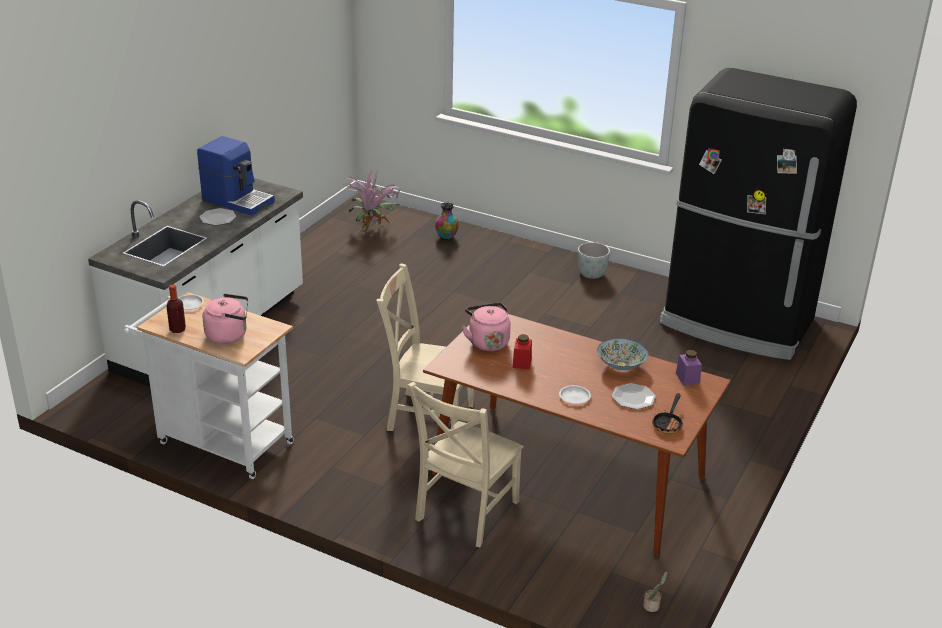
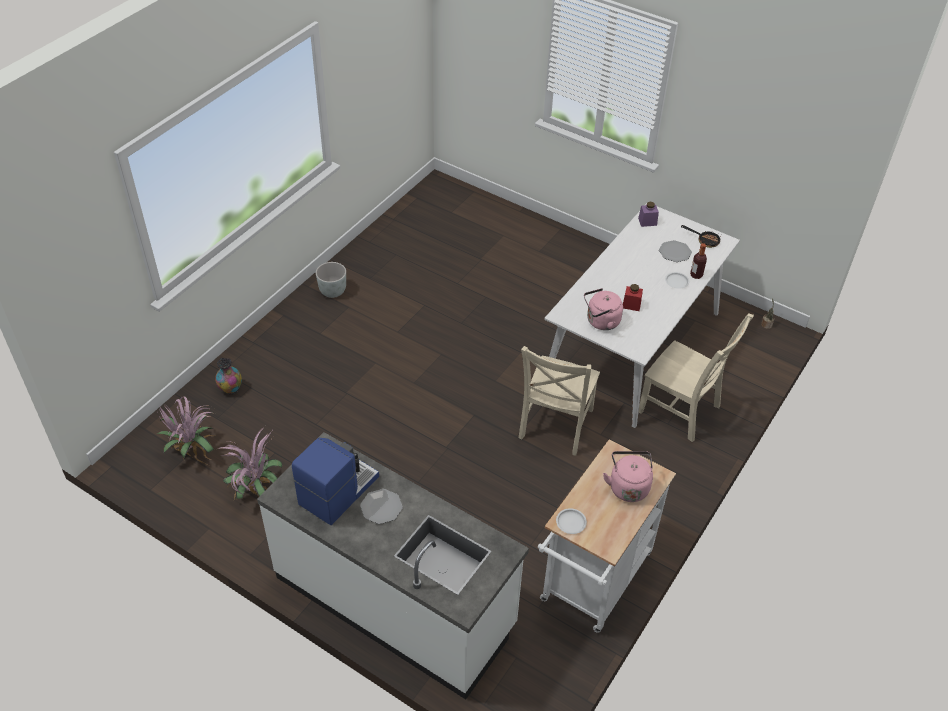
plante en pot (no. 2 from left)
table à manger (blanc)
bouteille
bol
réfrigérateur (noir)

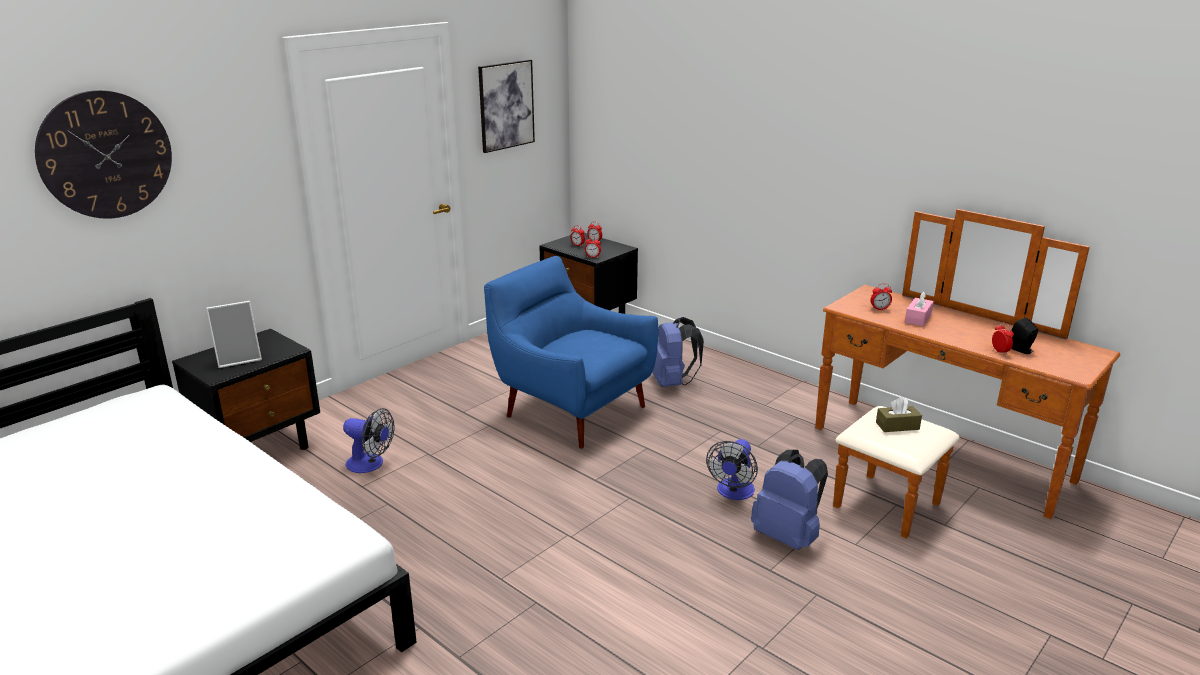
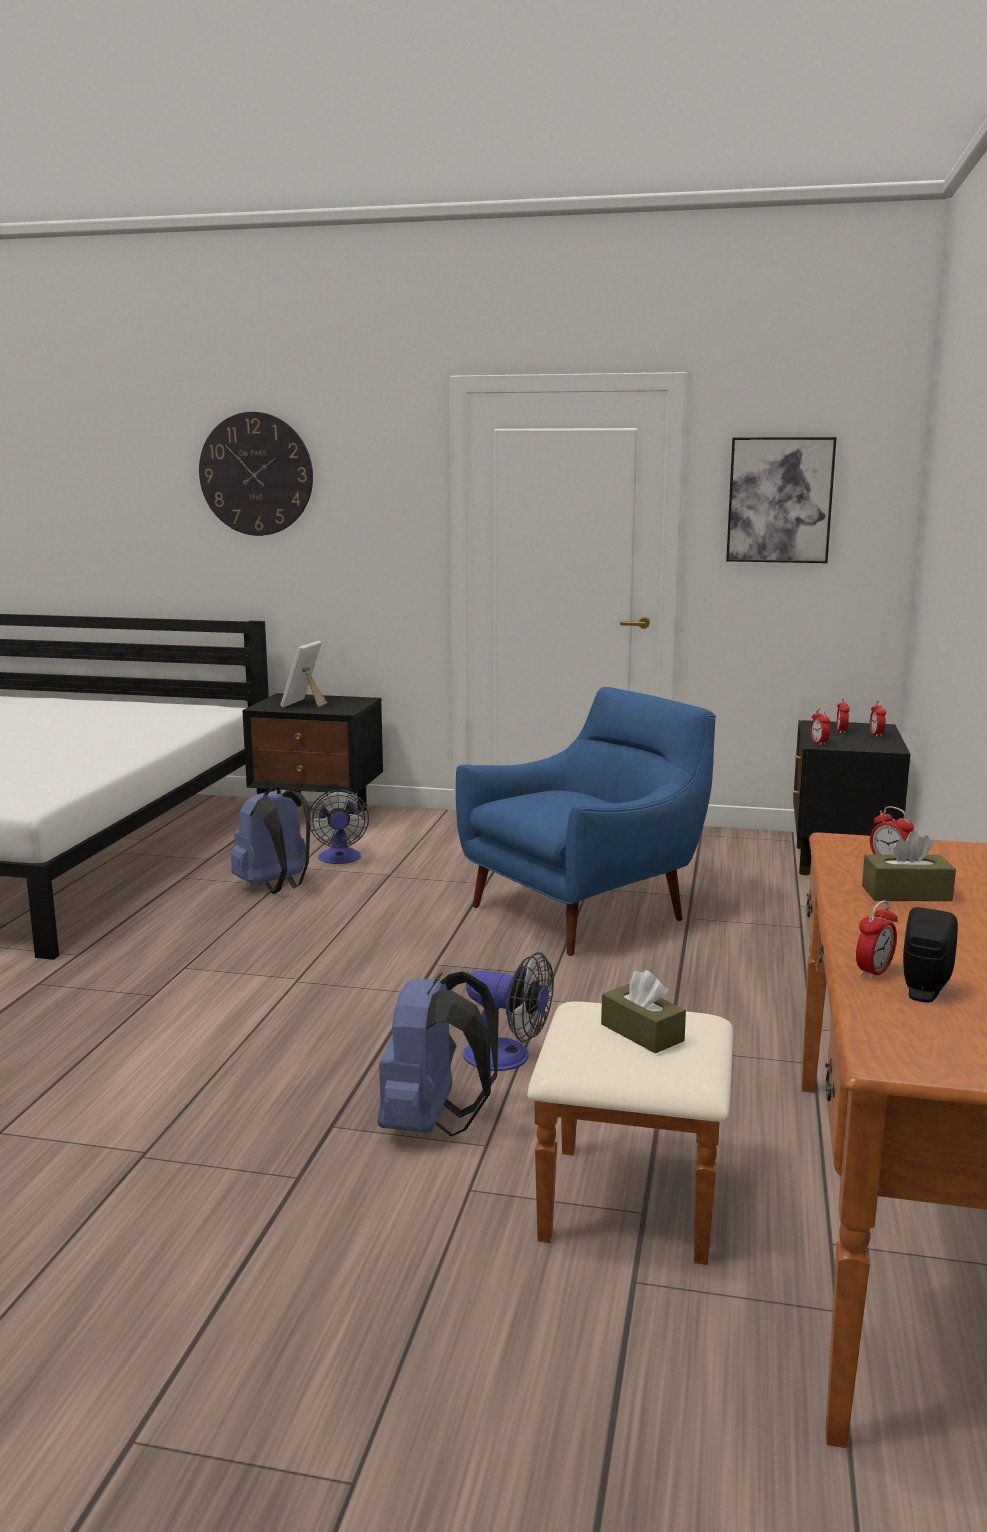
sac à dos (bleu) (no. 1 from left)
cadre photo
fauteuil (bleu)
ventilateur (no. 2 from left)
boîte à mouchoirs (marron) (no. 2 from left)

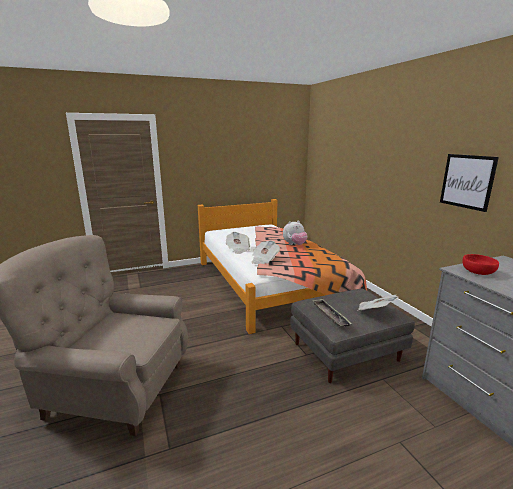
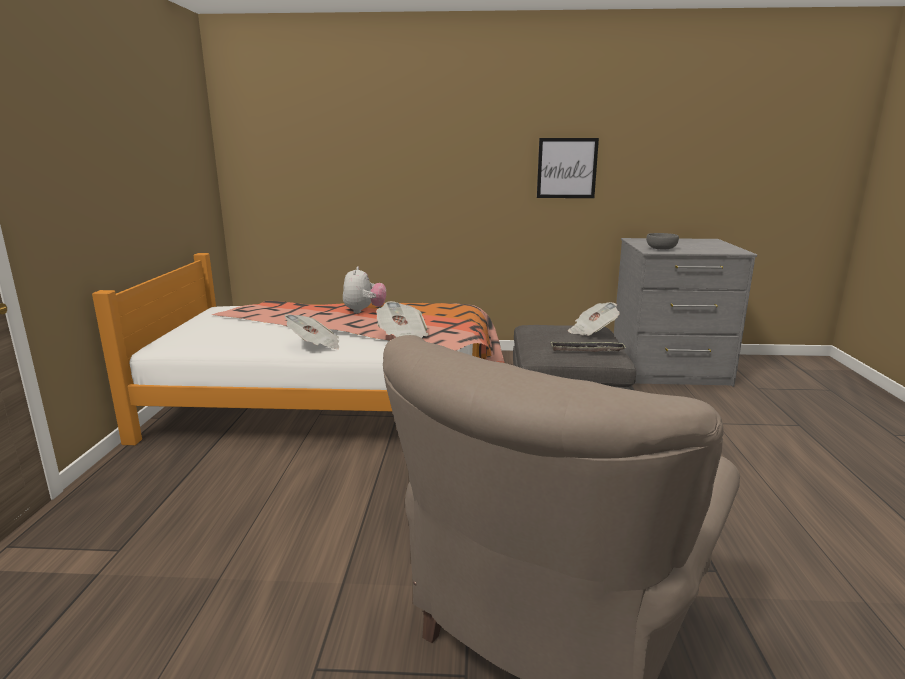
bol (gris)

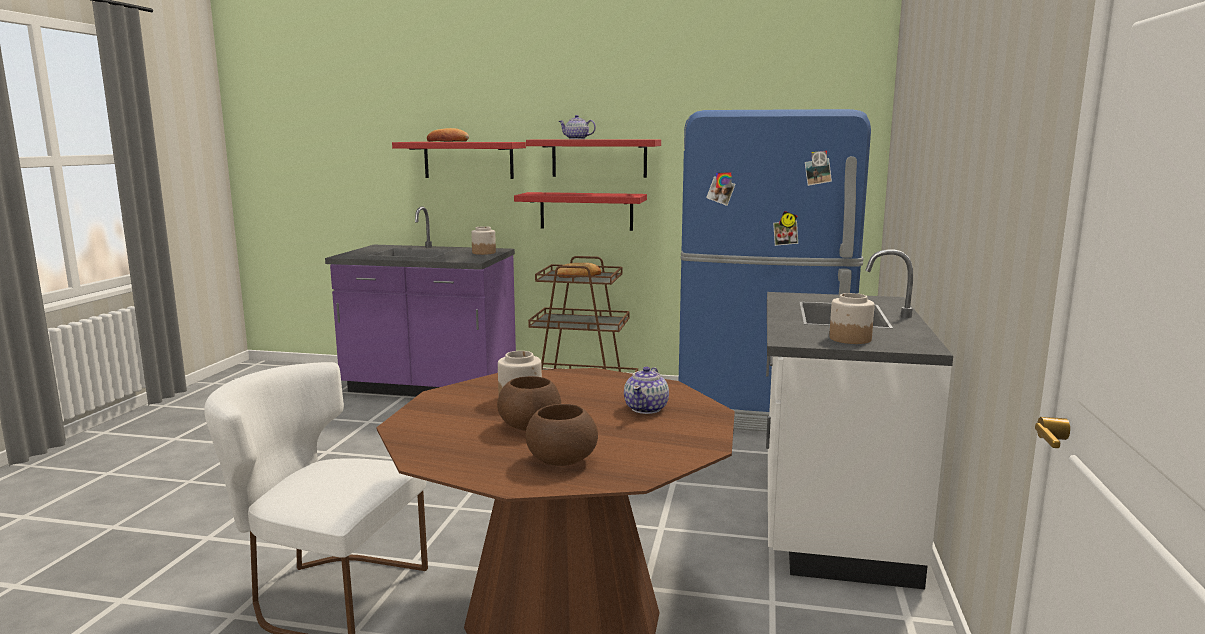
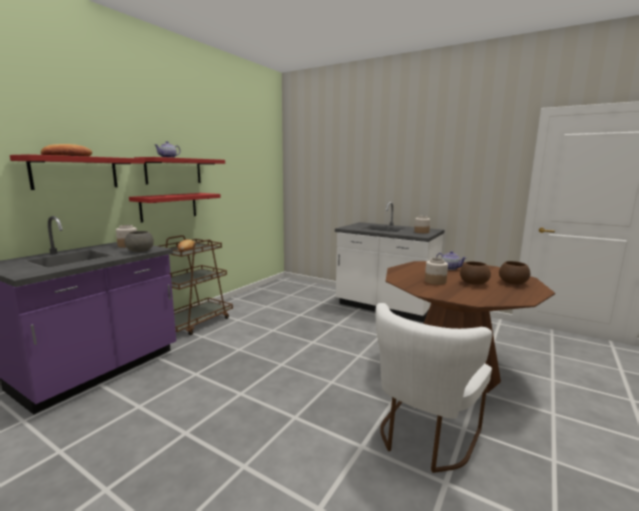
bol (gris)
réfrigérateur (bleu)

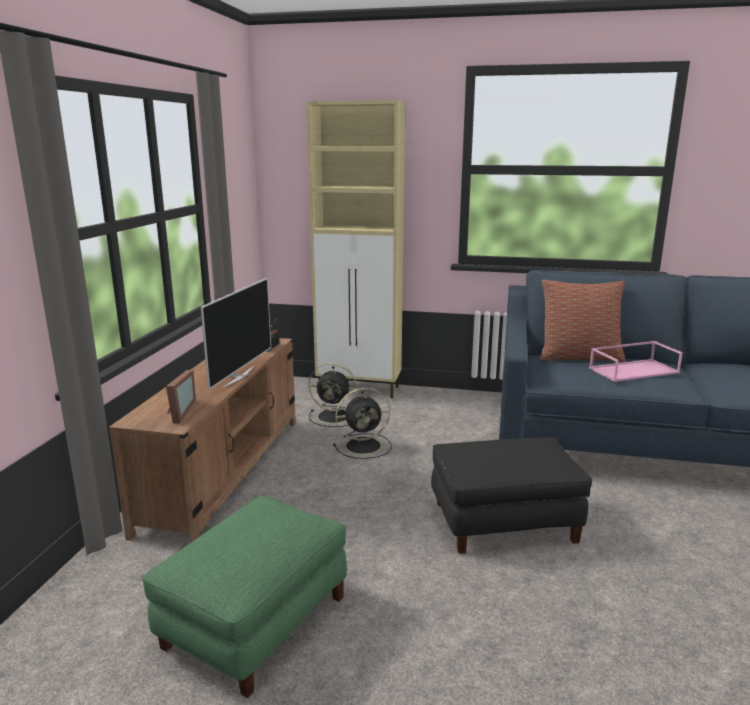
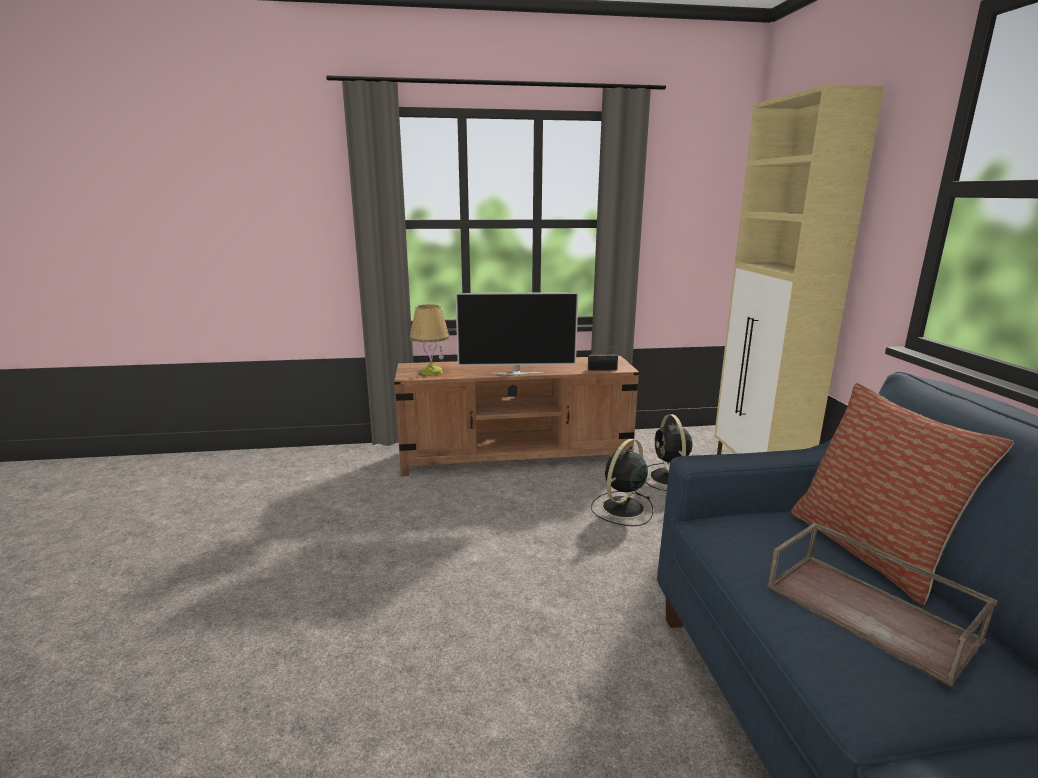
lampe de table
ventilateur (noir) (no. 1 from left)
plateau (marron)
pouf (vert)
pouf (noir)

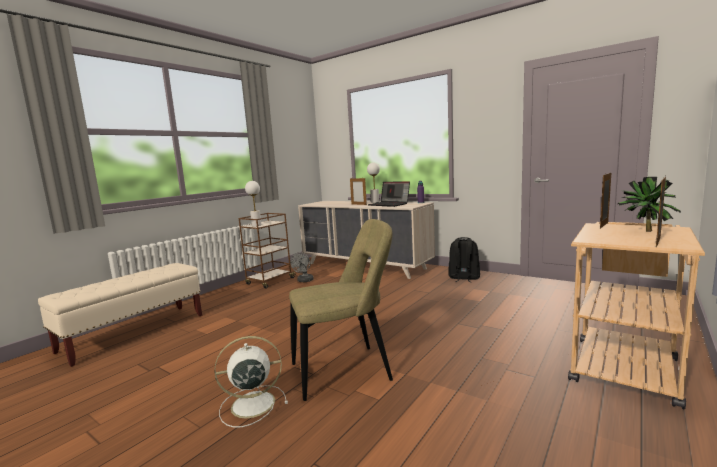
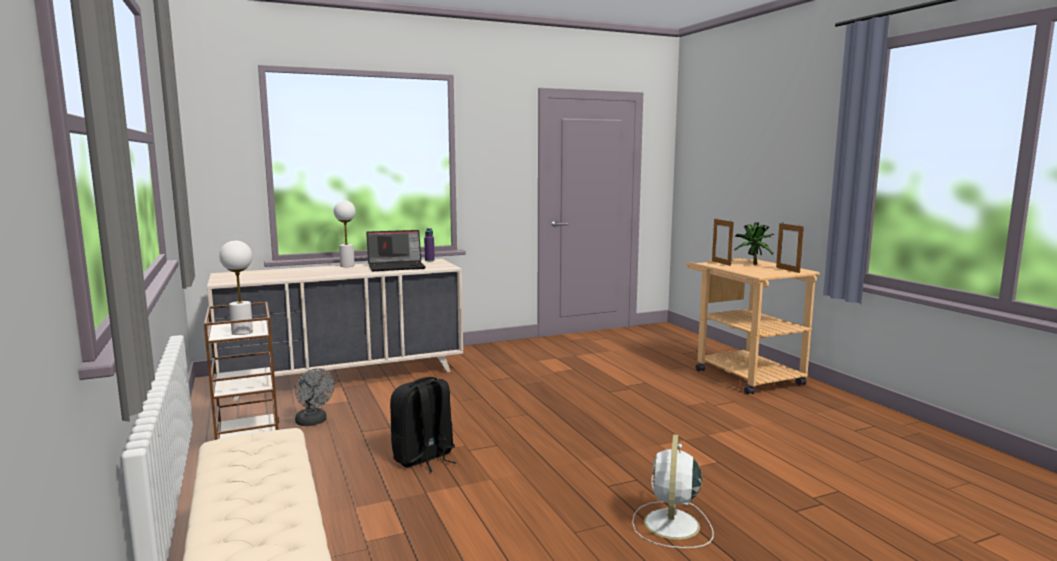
sac à dos (noir)
chaise (beige)
cadre photo (no. 1 from left in the first image)

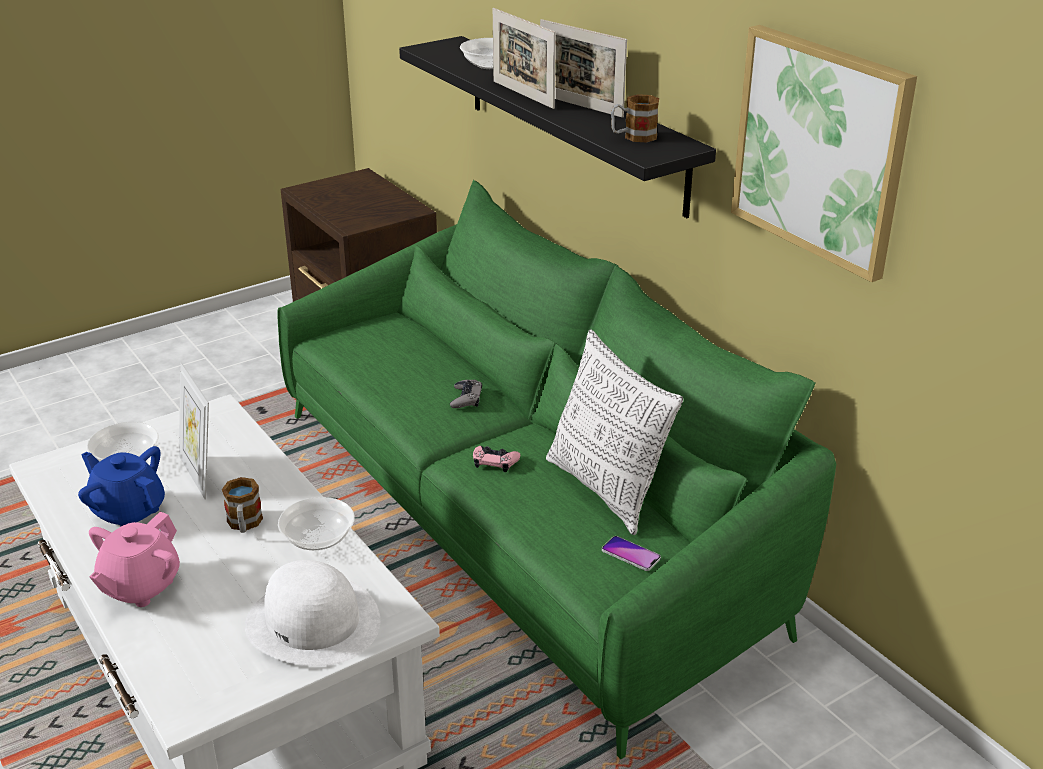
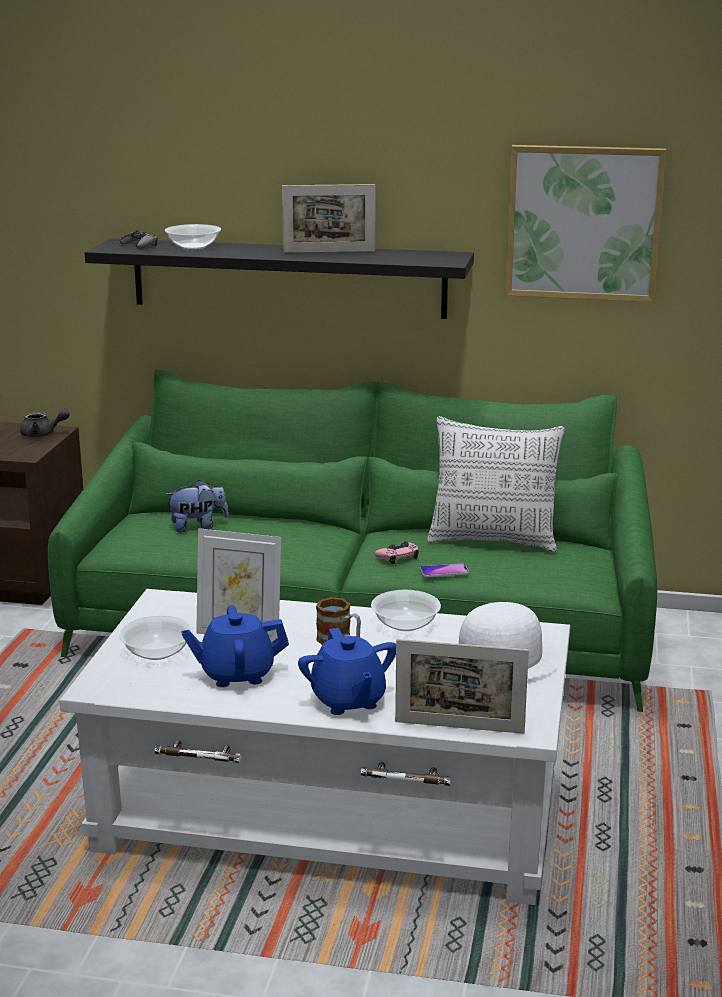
théière (gris)
manette (gris)
peluche
théière (bleu) (no. 2 from left)
cadre photo (no. 3 from left)
téléphone
mug (no. 2 from left in the first image)

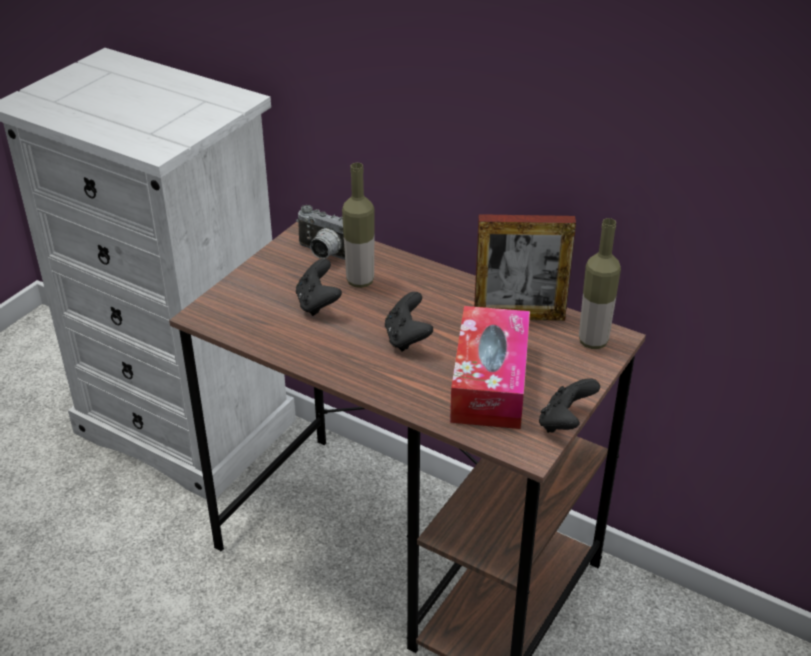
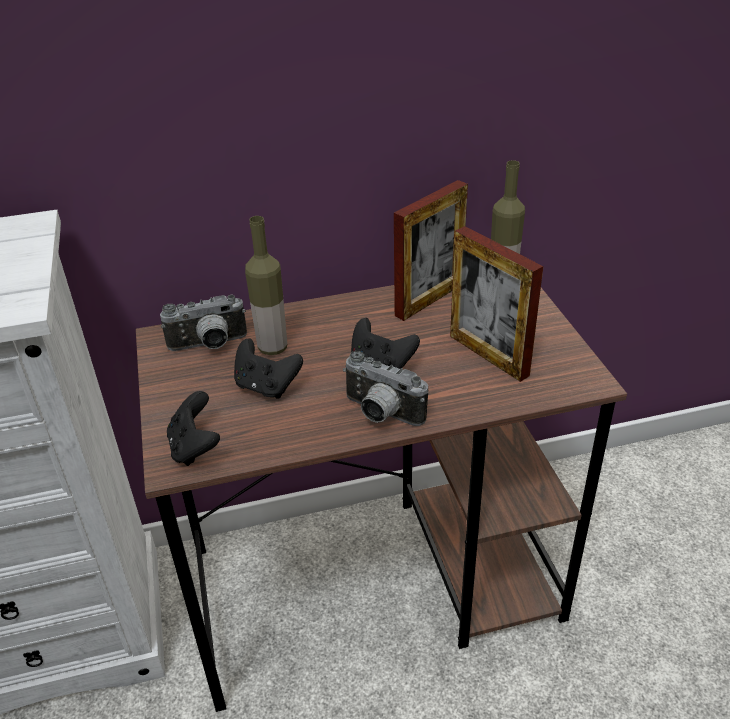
manette (noir) (no. 1 from left)
appareil photo (no. 2 from left)
cadre photo (no. 2 from left)

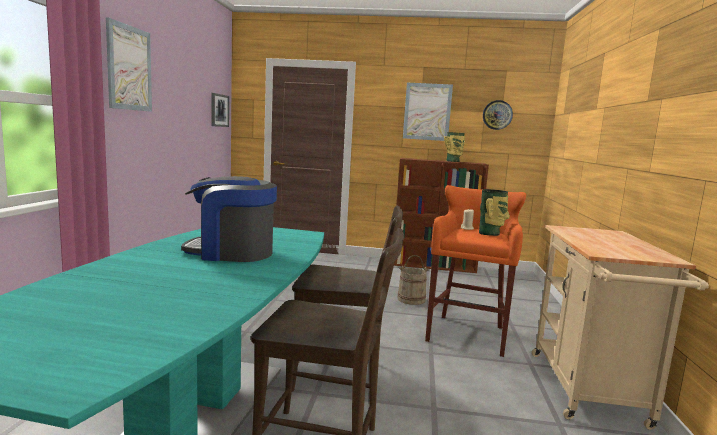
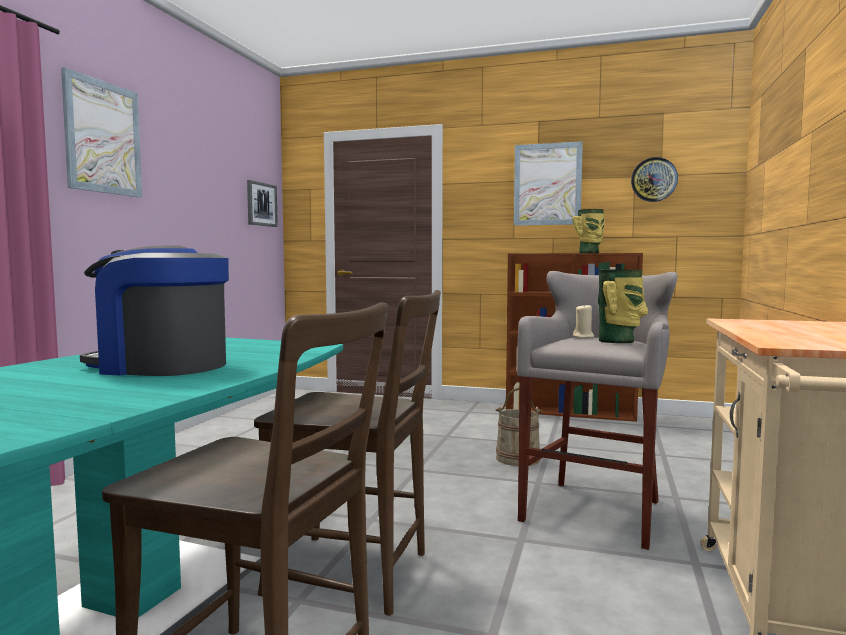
tabouret (gris)

